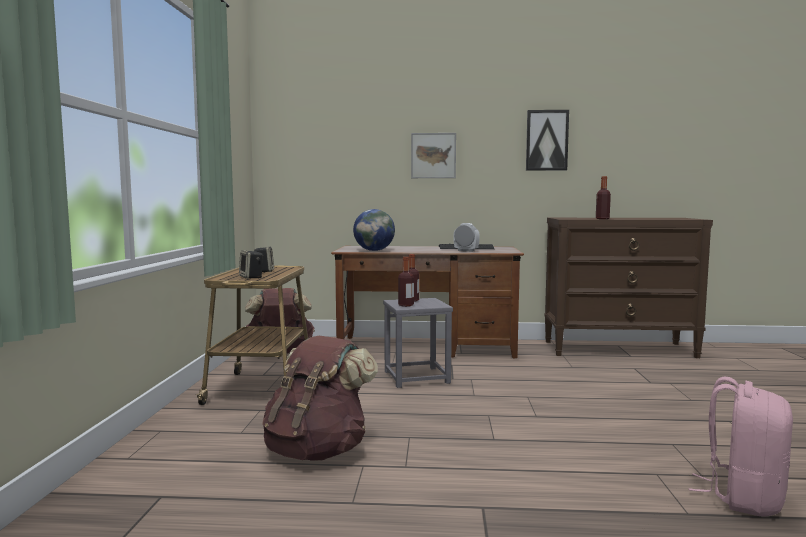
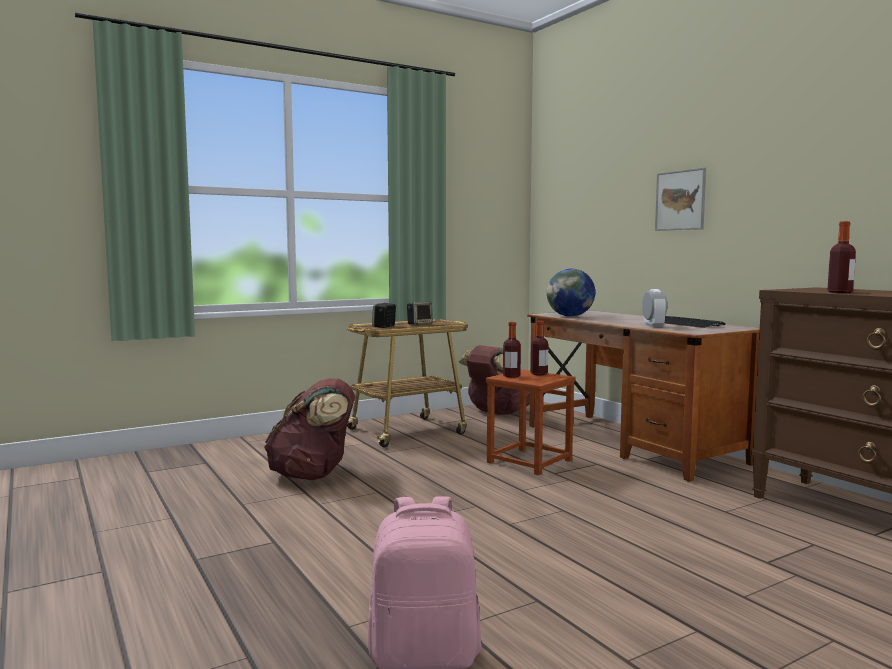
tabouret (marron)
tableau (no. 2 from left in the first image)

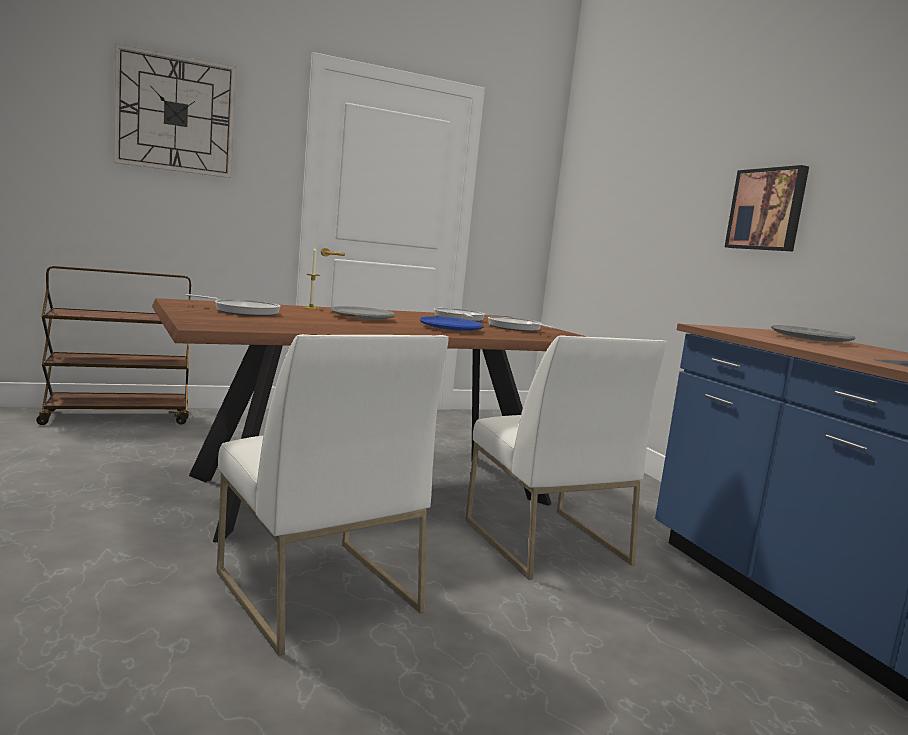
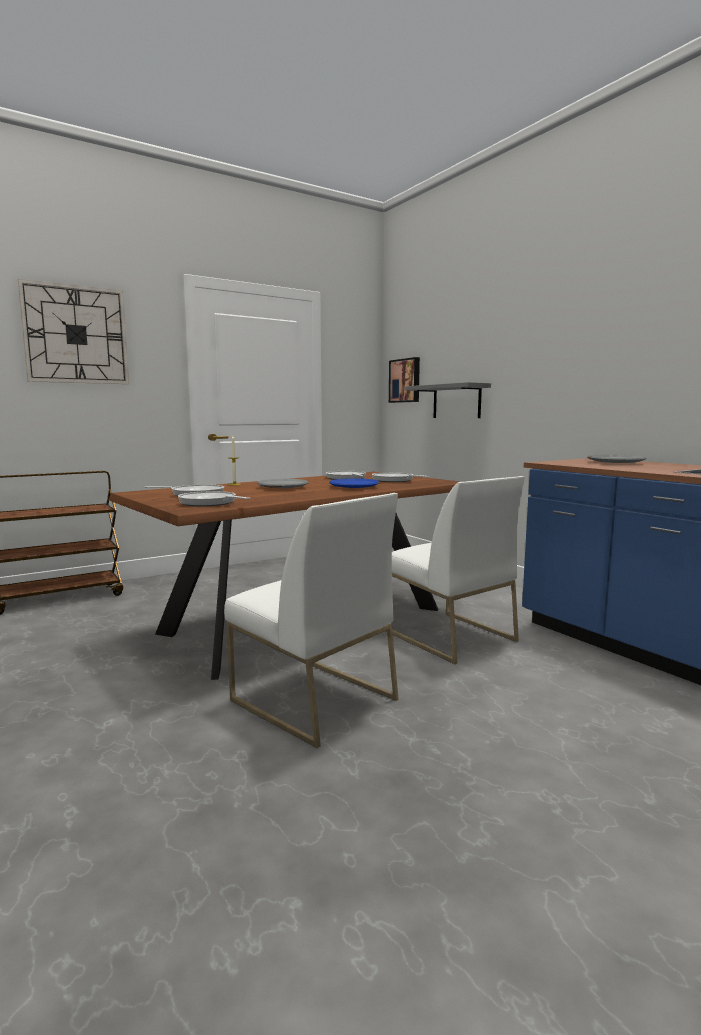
poêle (no. 2 from left)
tableau
étagère (gris)

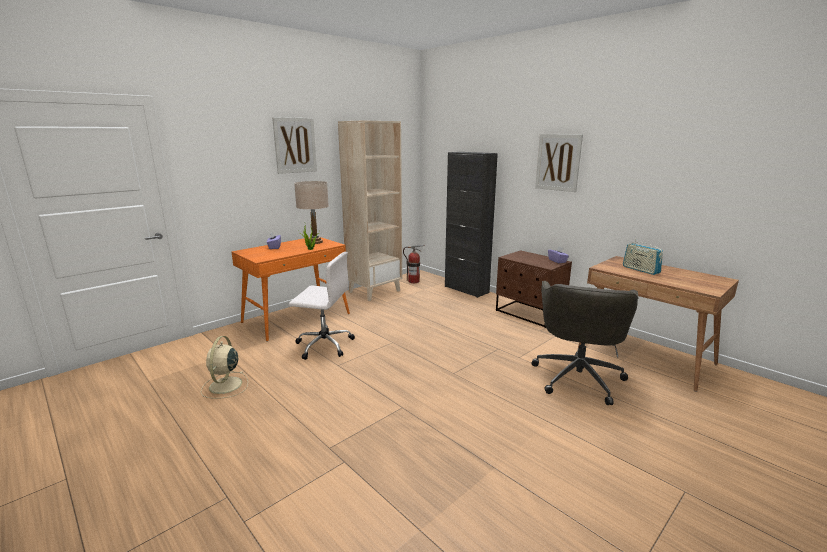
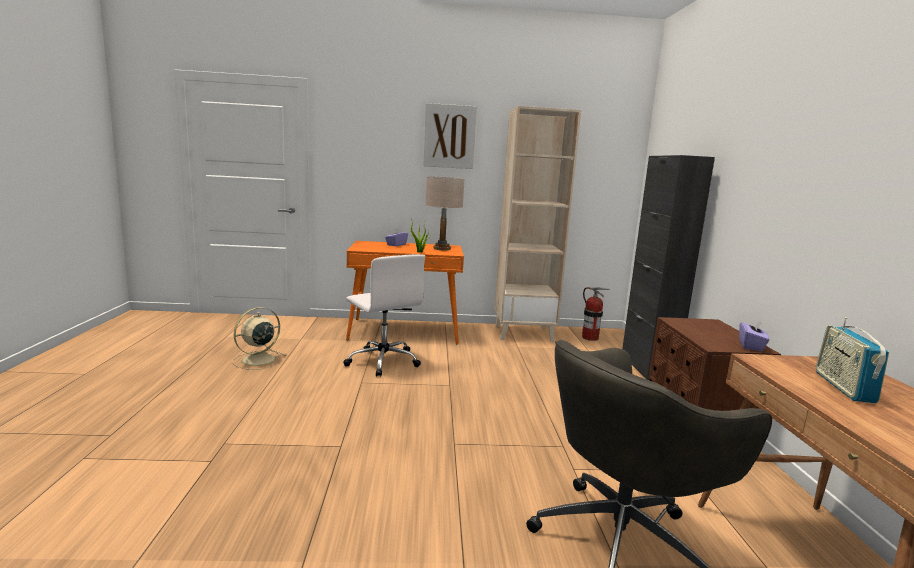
tableau (no. 2 from left in the first image)

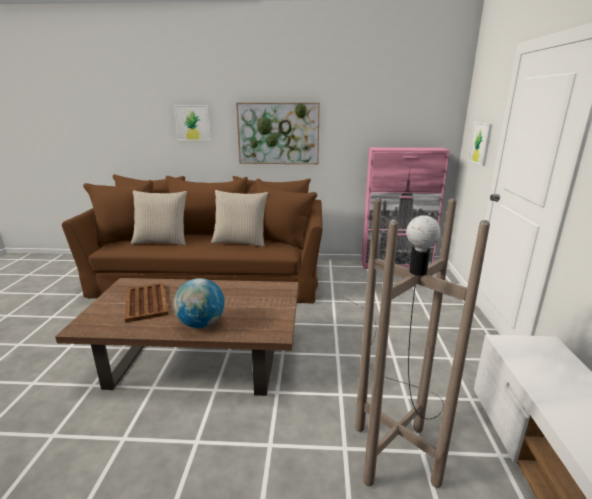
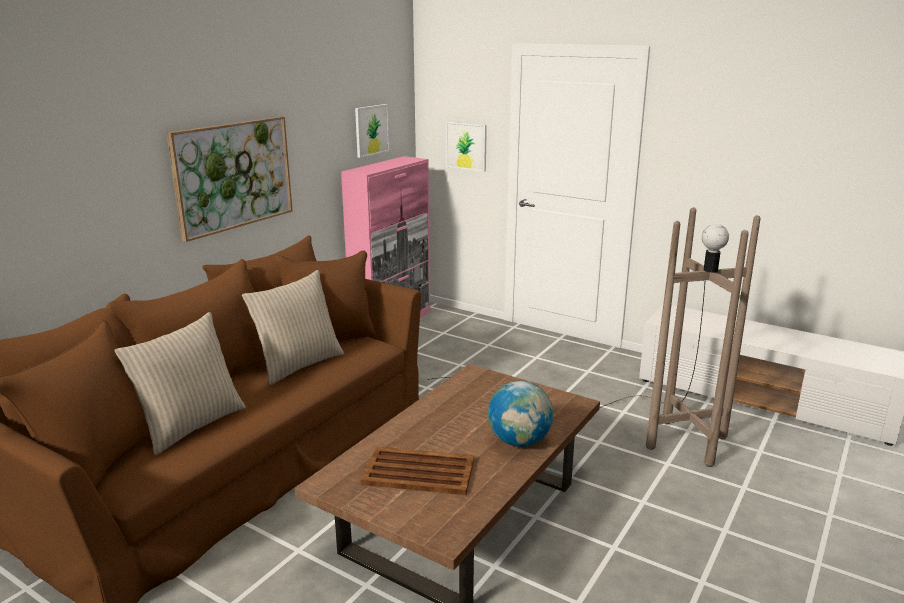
tableau (no. 2 from left)

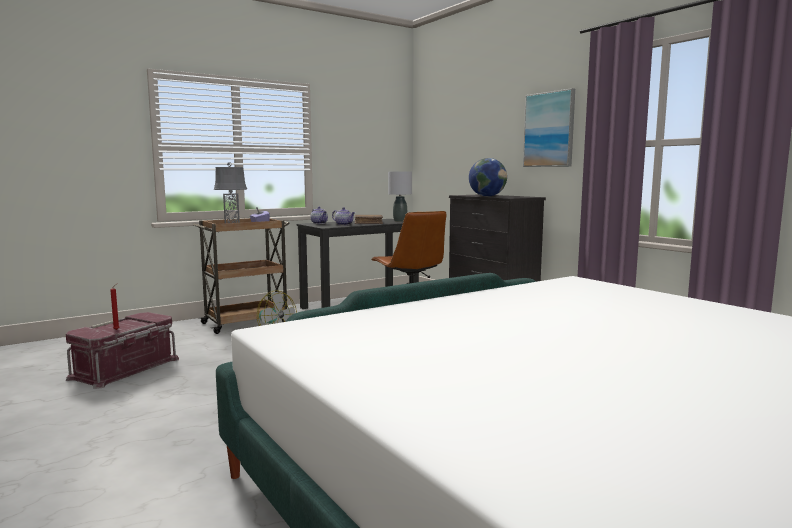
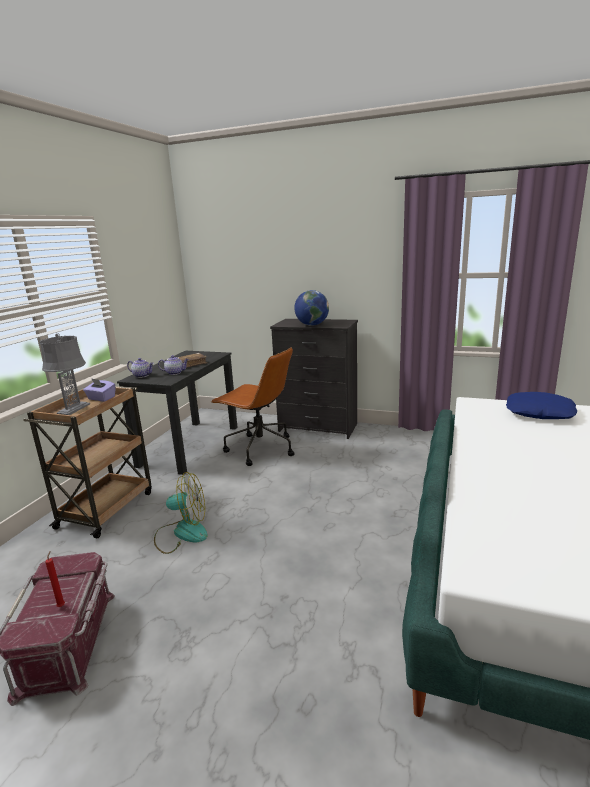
coussin (bleu)
lampe de table (gris) (no. 2 from left in the first image)
tableau

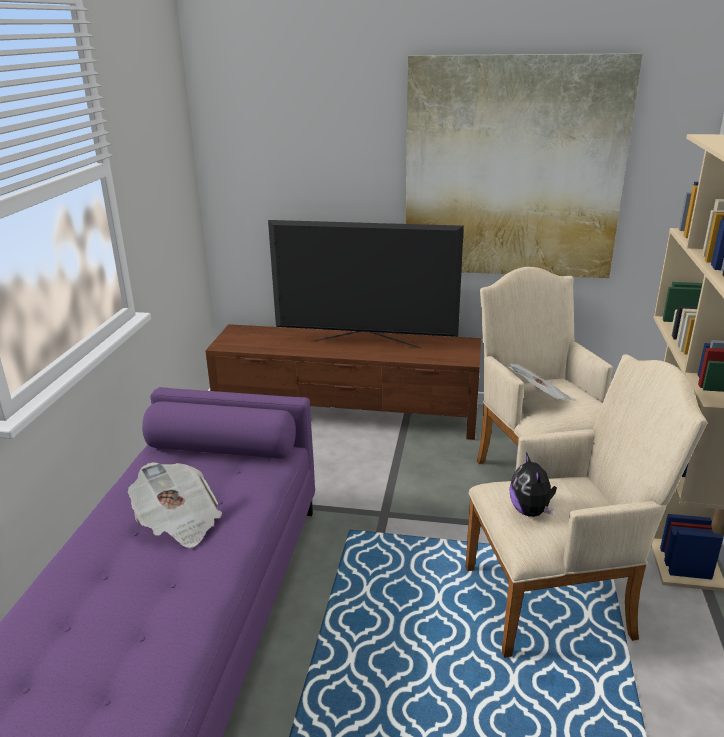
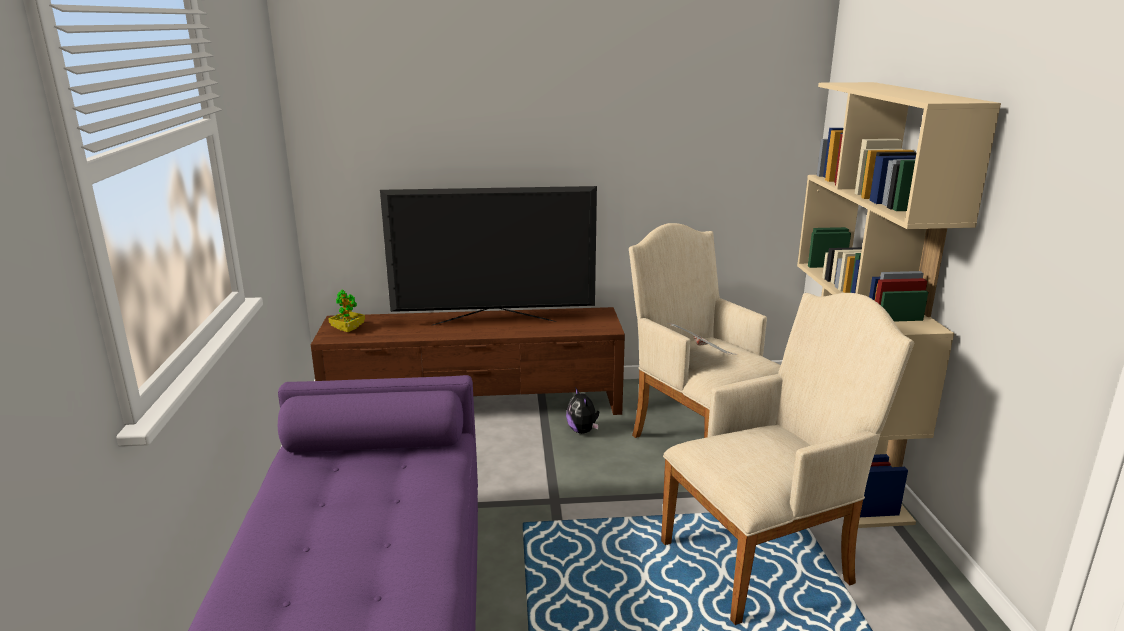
plante en pot
peluche
journal (no. 1 from left in the first image)
tableau

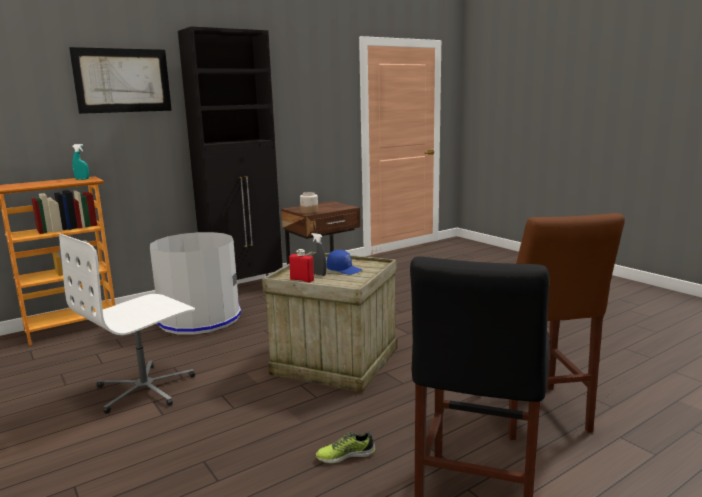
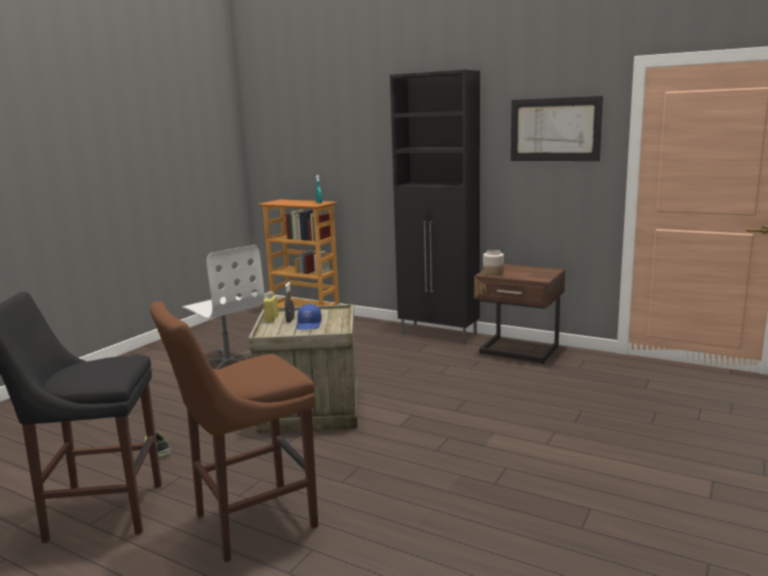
chaise de bureau (blanc)
bouteille (jaune)
tableau
poubelle (gris)

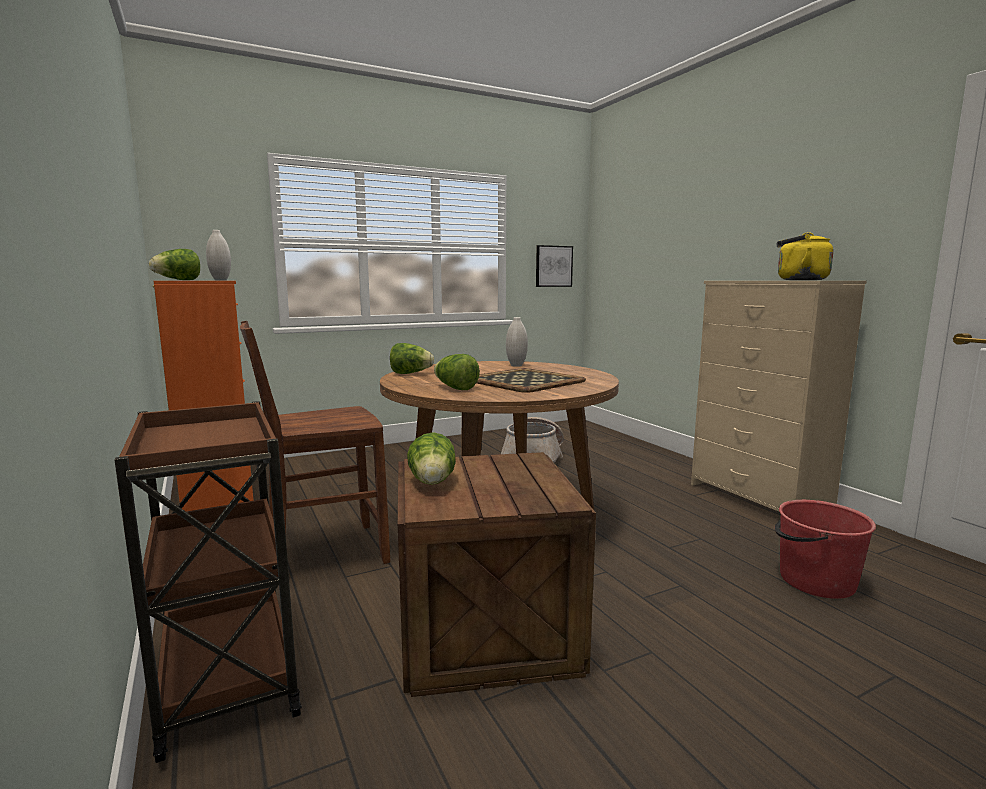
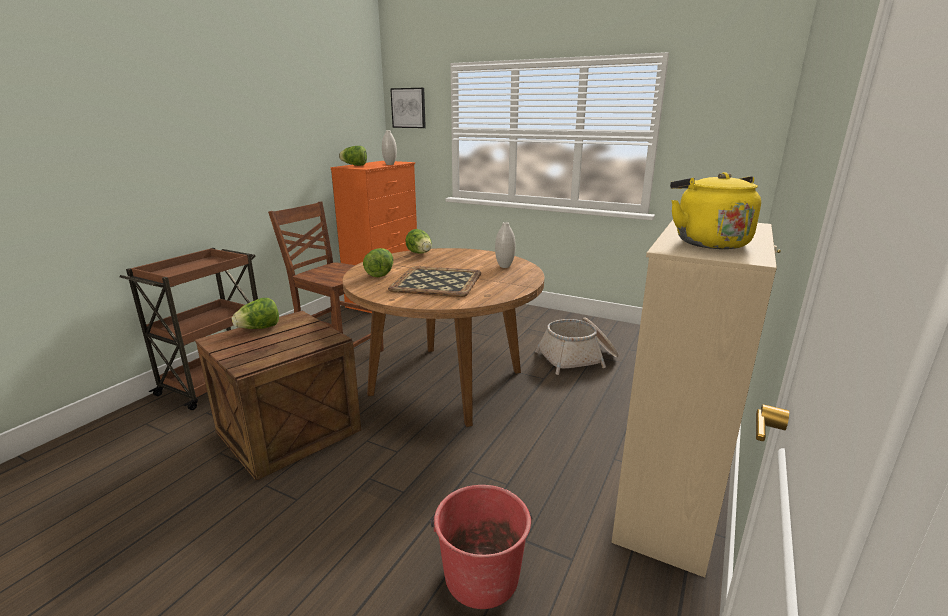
tableau

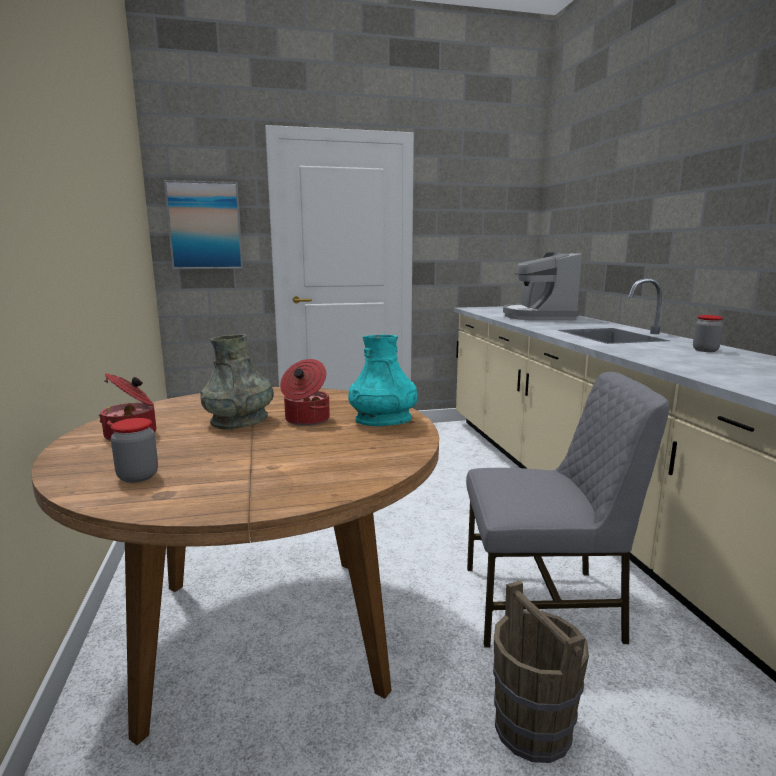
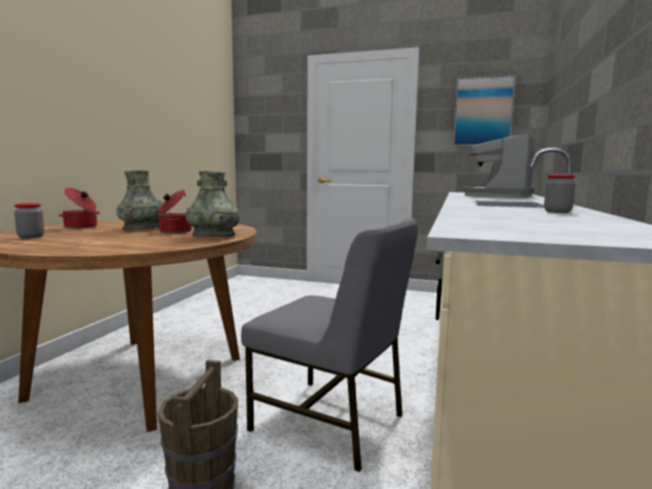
vase (gris) (no. 2 from left)
tableau

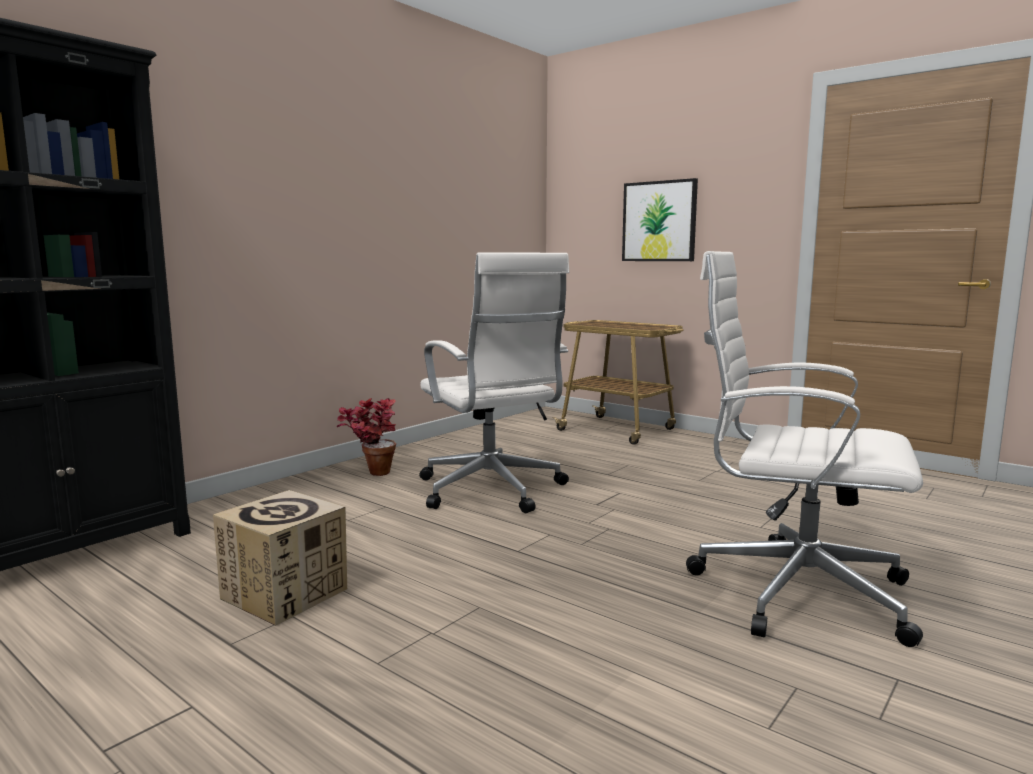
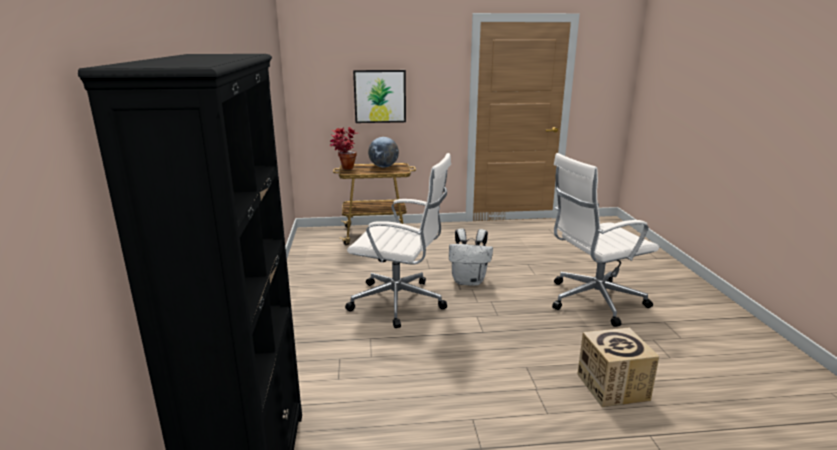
plante en pot
globe
sac à dos (blanc)
carton

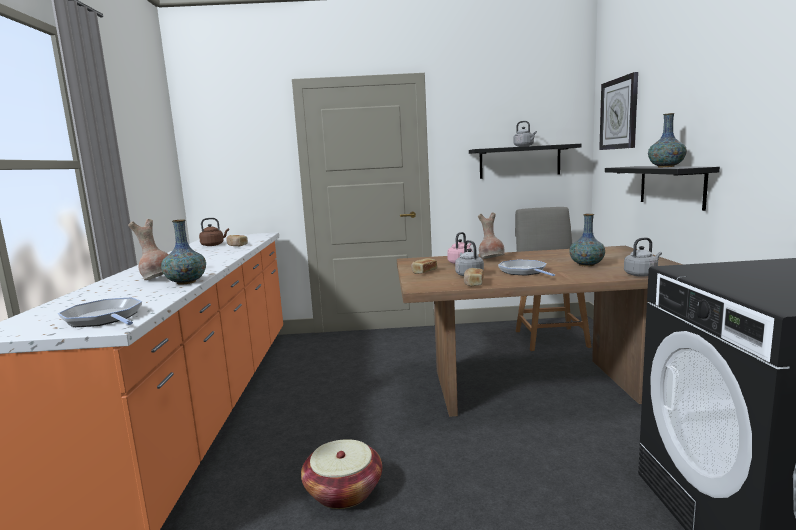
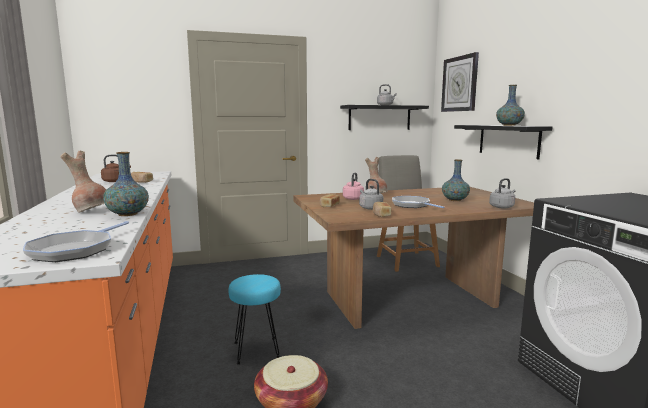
poêle (no. 1 from left)
tabouret (turquoise)

